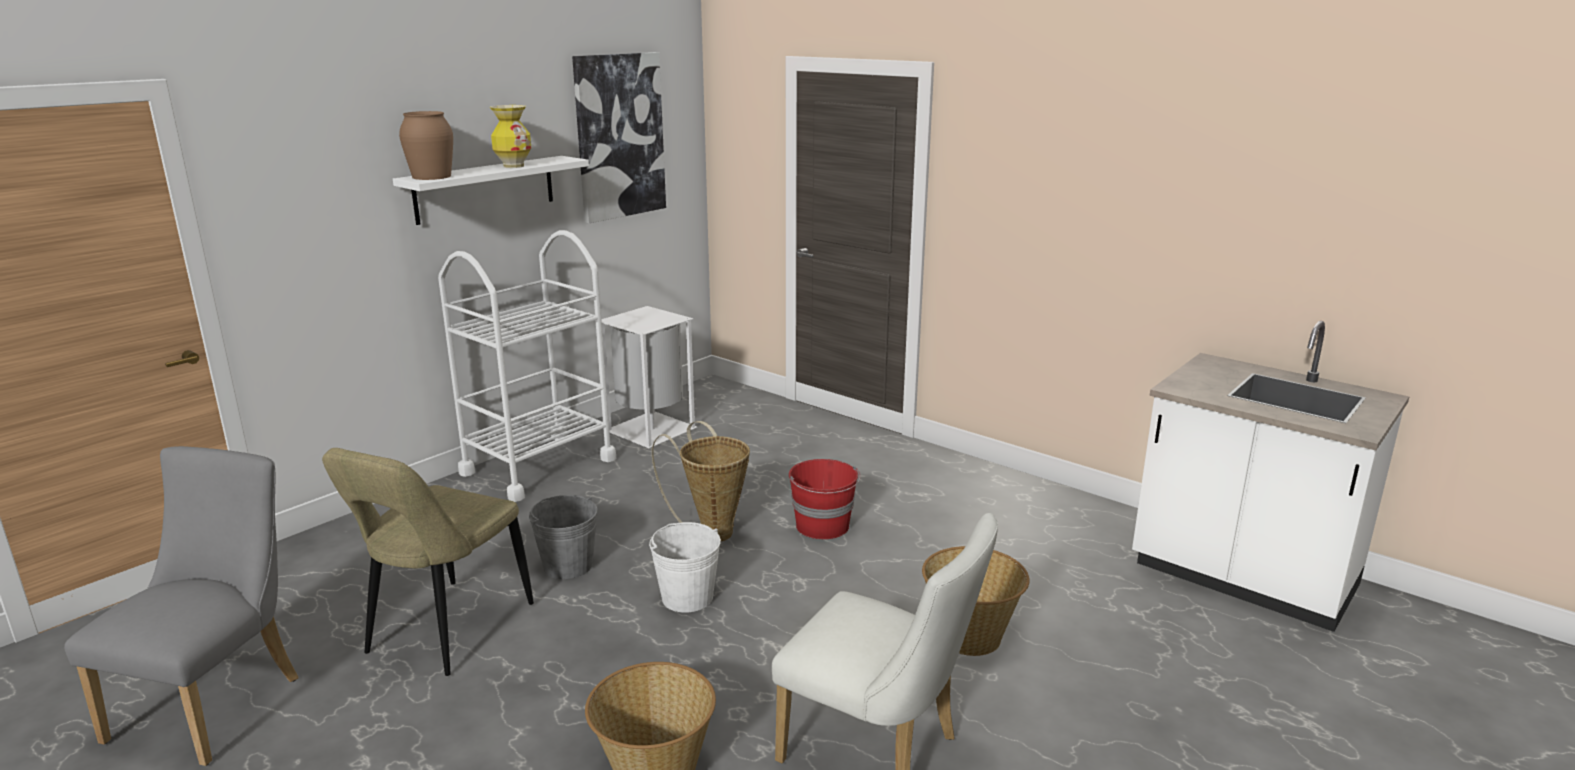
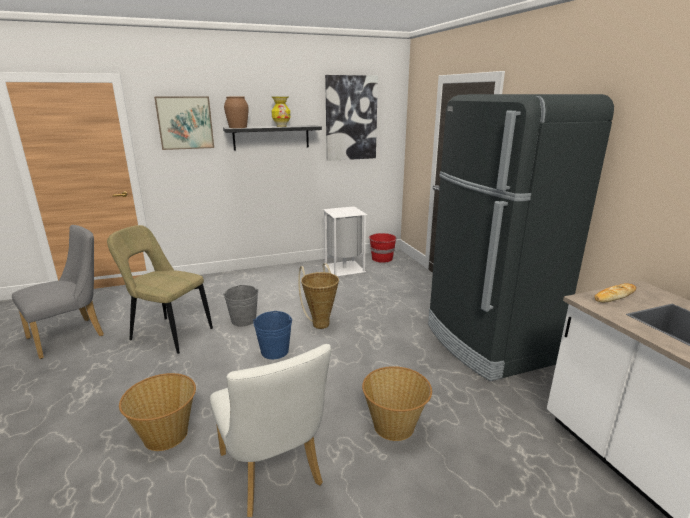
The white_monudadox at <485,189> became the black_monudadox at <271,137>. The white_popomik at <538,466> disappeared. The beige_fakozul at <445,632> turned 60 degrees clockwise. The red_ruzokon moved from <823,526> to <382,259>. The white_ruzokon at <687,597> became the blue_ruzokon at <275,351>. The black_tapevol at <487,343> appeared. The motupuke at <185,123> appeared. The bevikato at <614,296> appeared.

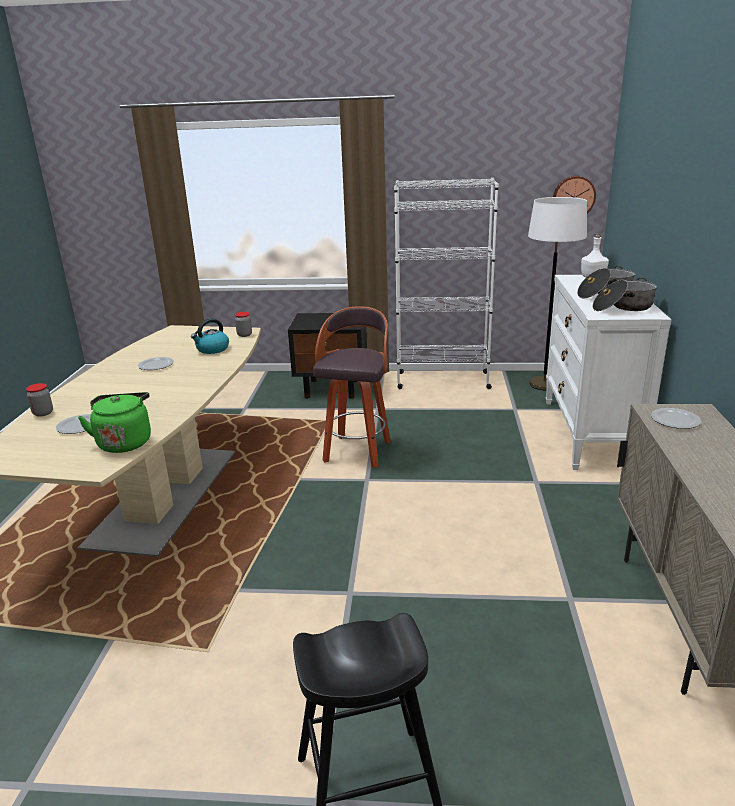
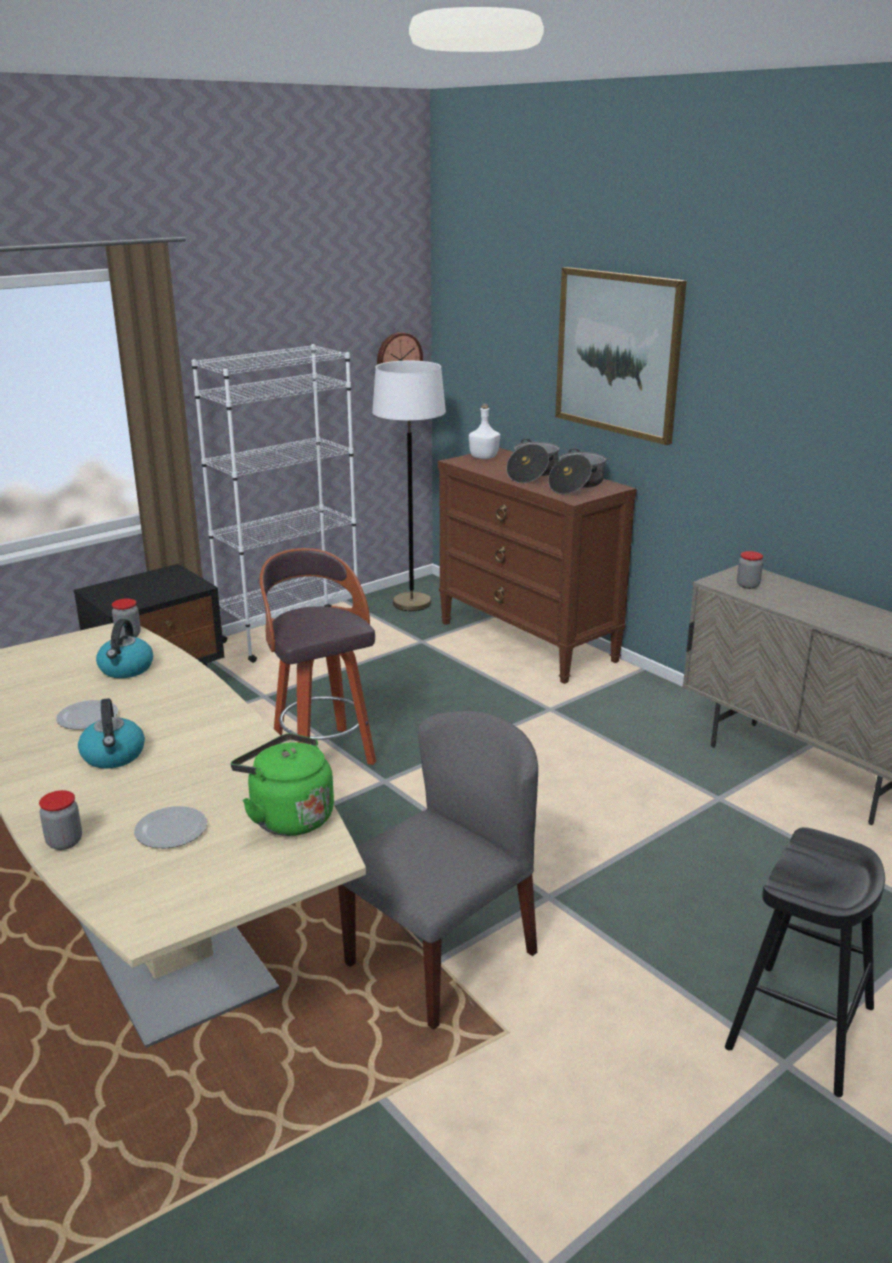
The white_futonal at <590,433> became the brown_futonal at <528,641>. The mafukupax at <676,421> was replaced by the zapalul at <747,585>. The motupuke at <618,353> appeared. The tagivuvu at <114,756> appeared. The grey_fakozul at <442,957> appeared.

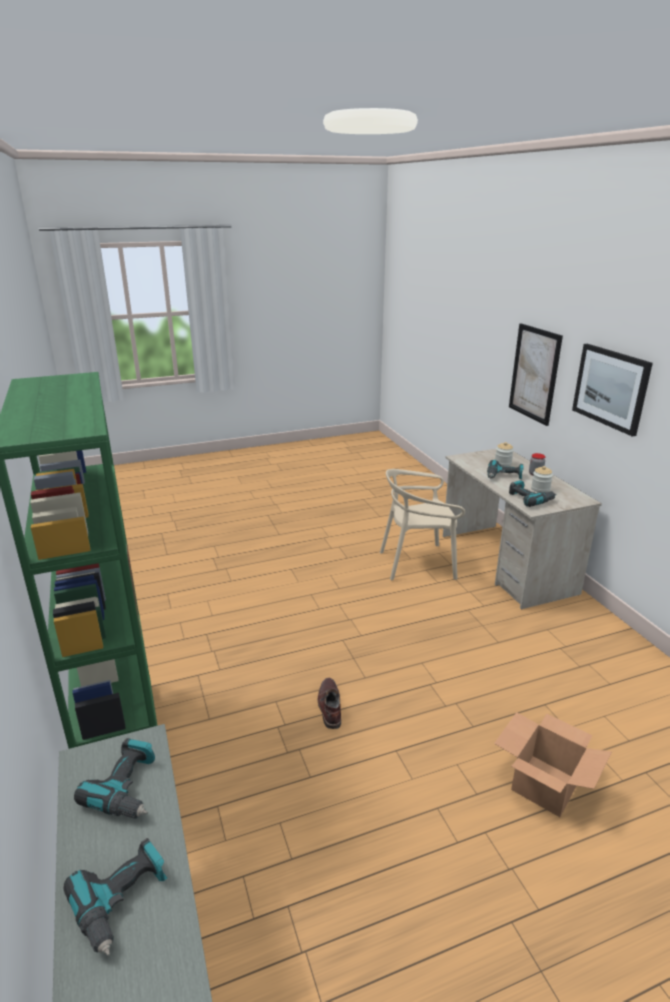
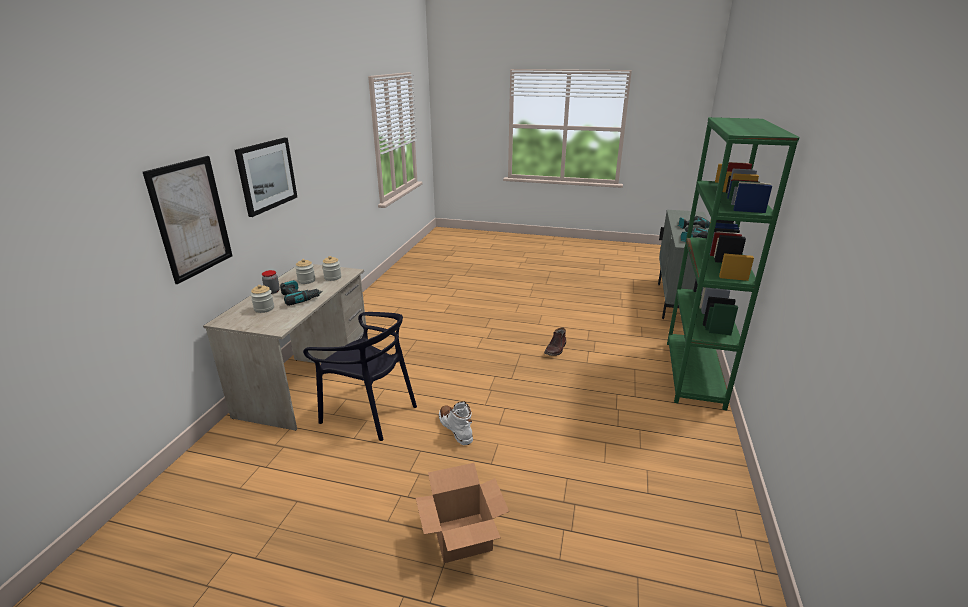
The beige_fakozul at <417,563> became the black_fakozul at <369,412>. The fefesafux at <530,499> was replaced by the zapalul at <332,277>. The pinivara moved from <545,786> to <463,536>. The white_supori at <456,429> appeared.

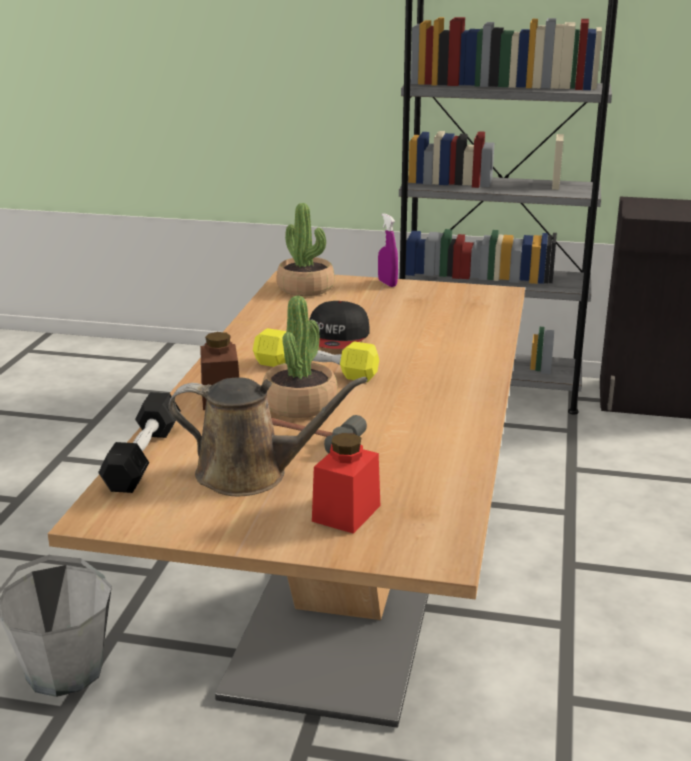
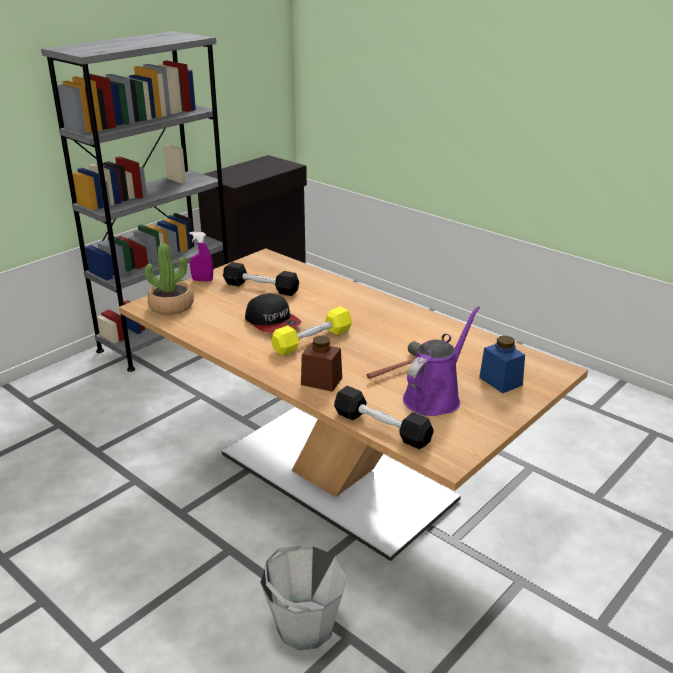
The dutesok at <300,404> disappeared. The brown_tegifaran at <251,474> became the purple_tegifaran at <435,397>. The red_zapalul at <346,513> became the blue_zapalul at <500,381>. The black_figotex at <261,287> appeared.

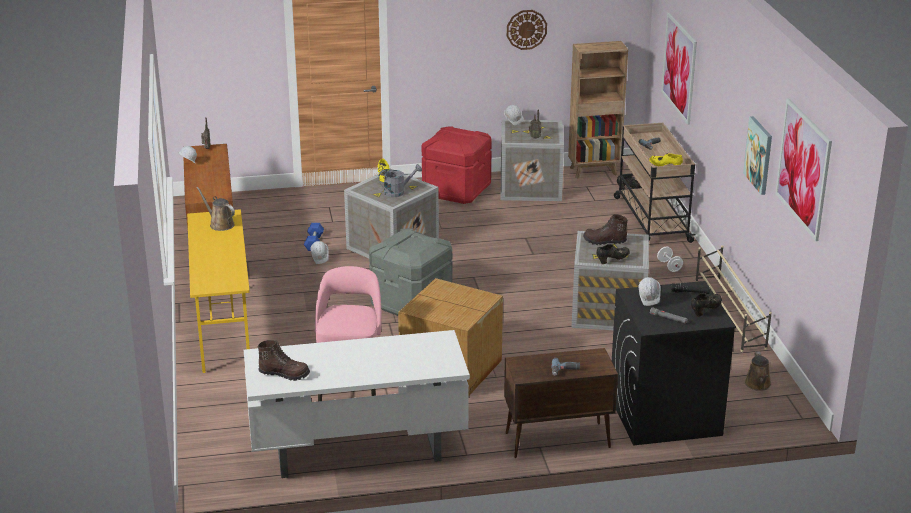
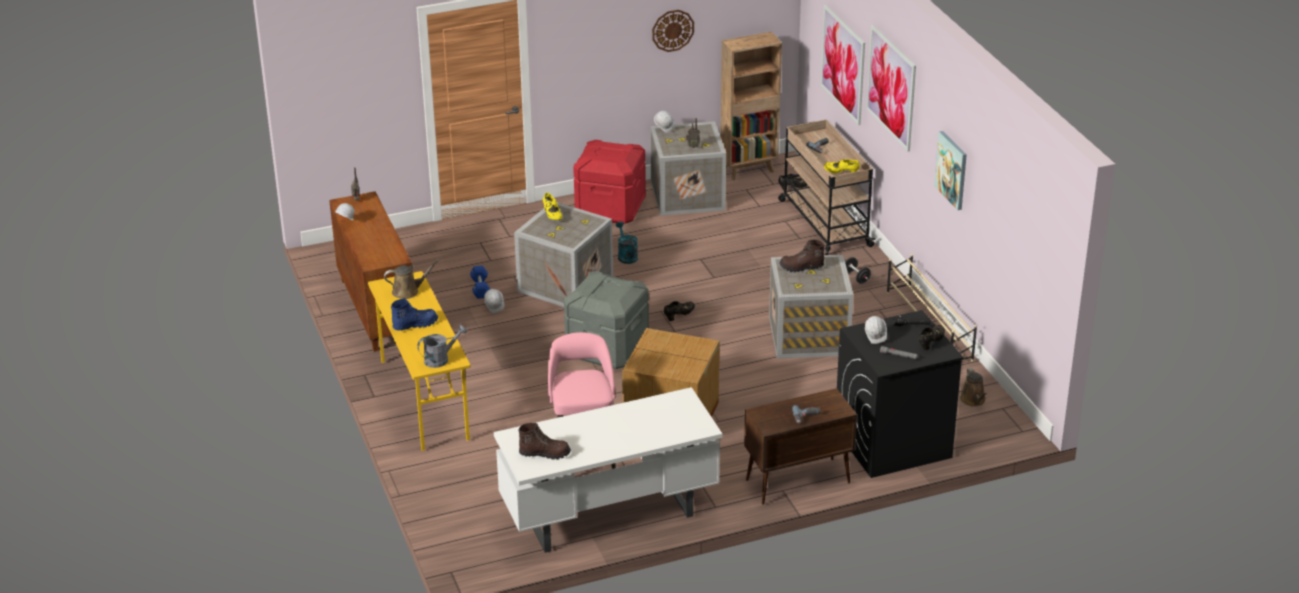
The motupuke moved from <803,168> to <891,87>. The grey_tegifaran moved from <398,192> to <440,359>. The brown_tegifaran at <220,224> turned 135 degrees clockwise. The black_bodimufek moved from <612,260> to <679,315>. The white_figotex at <669,266> became the black_figotex at <856,277>. The turquoise_tegifaran at <626,256> appeared. The blue_supori at <415,324> appeared.

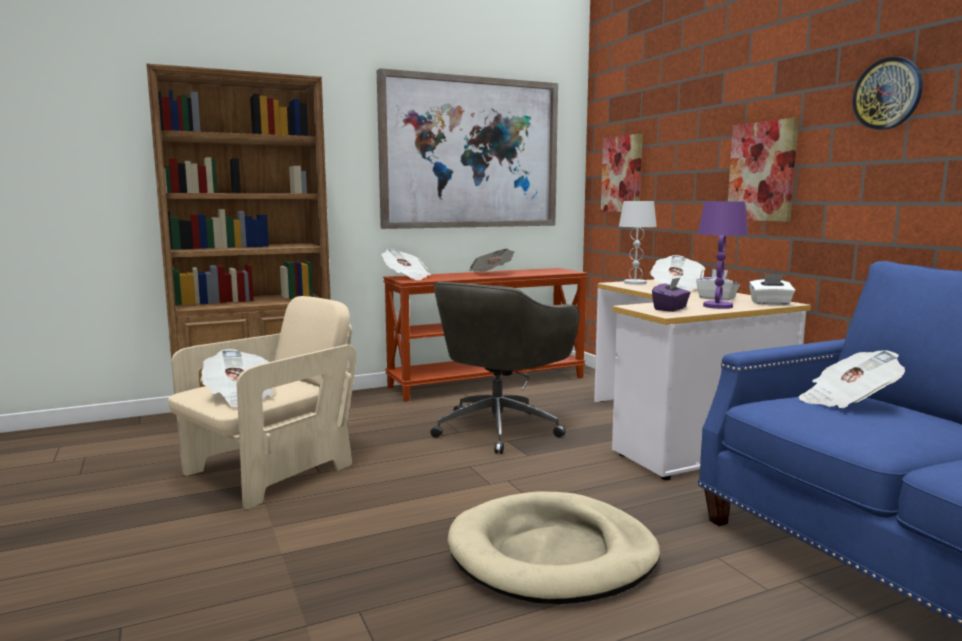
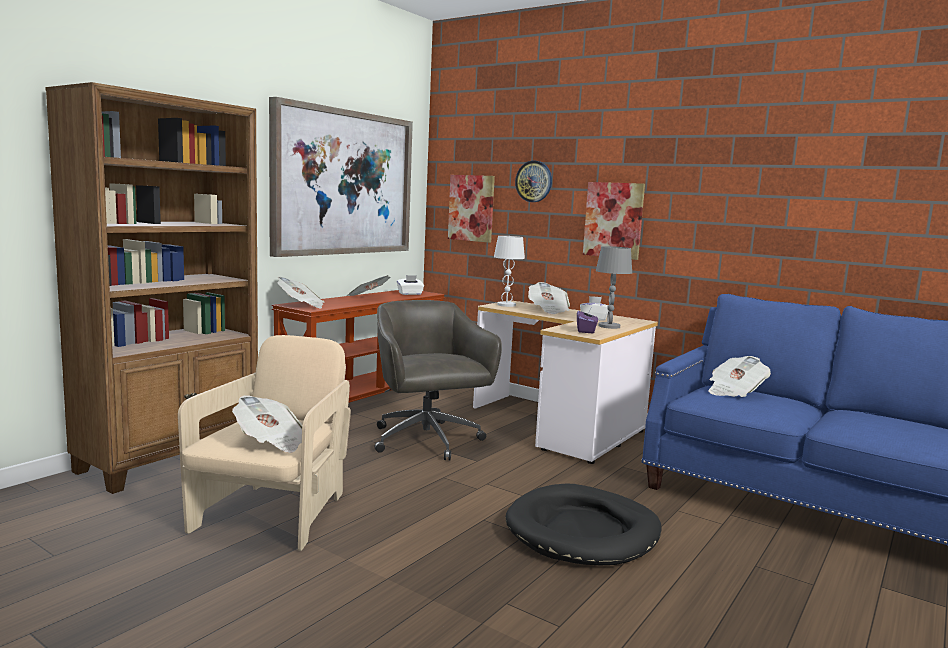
The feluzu moved from <887,94> to <534,181>. The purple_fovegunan at <718,306> became the grey_fovegunan at <609,326>. The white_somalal moved from <770,303> to <410,294>. The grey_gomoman at <500,428> turned 150 degrees clockwise. The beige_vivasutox at <552,554> became the black_vivasutox at <583,531>.

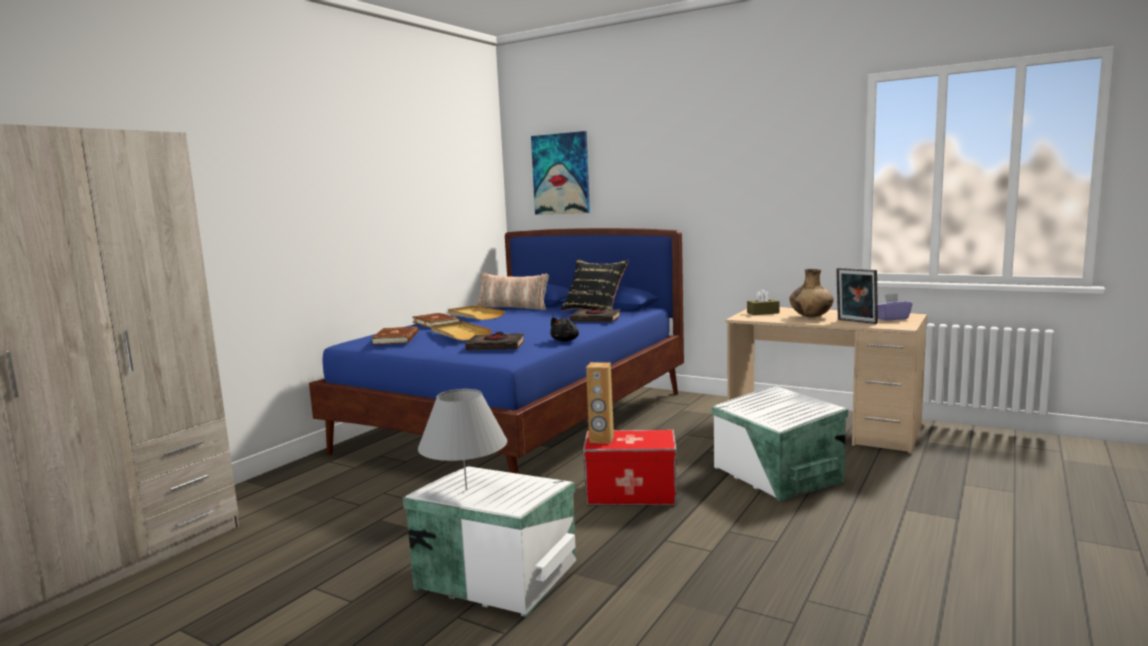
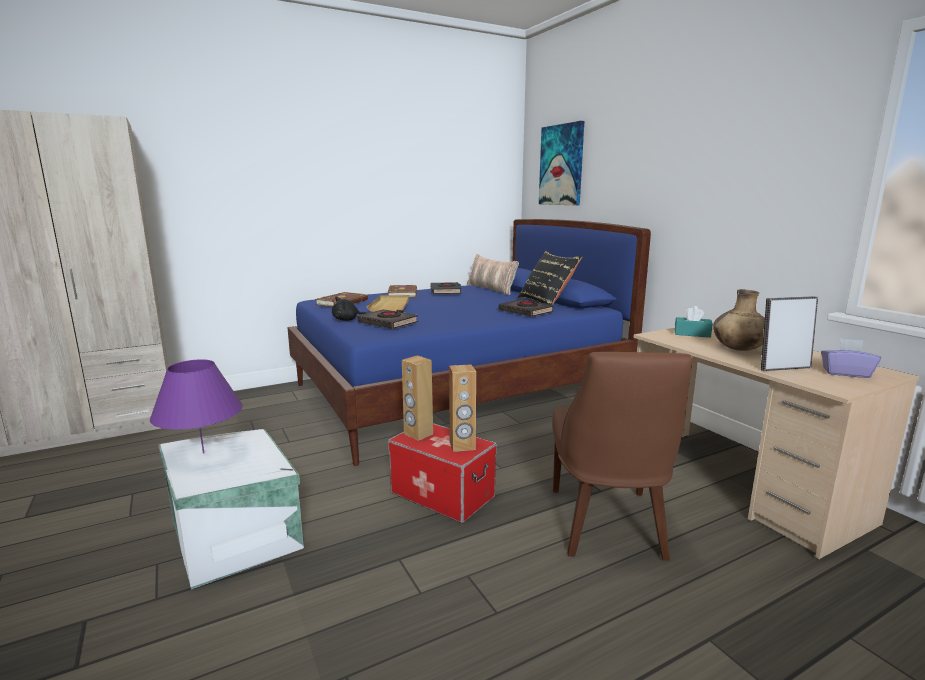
The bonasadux at <856,322> turned 90 degrees clockwise. The brown_somalal at <763,313> became the turquoise_somalal at <692,334>. The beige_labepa at <475,315> was replaced by the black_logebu at <445,291>. The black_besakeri moved from <566,340> to <347,320>. The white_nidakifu at <776,475> was replaced by the brown_fakozul at <607,526>. The grey_fovegunan at <466,489> became the purple_fovegunan at <203,453>. The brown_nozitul at <462,446> appeared.

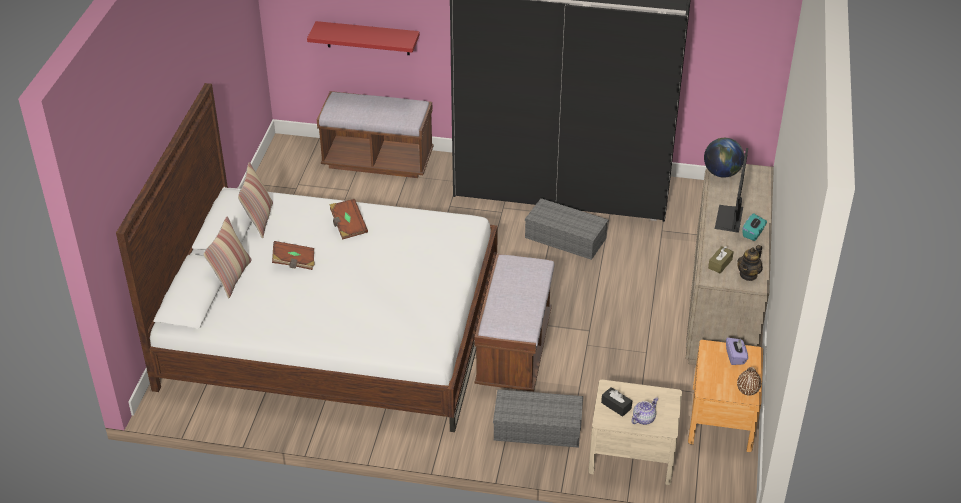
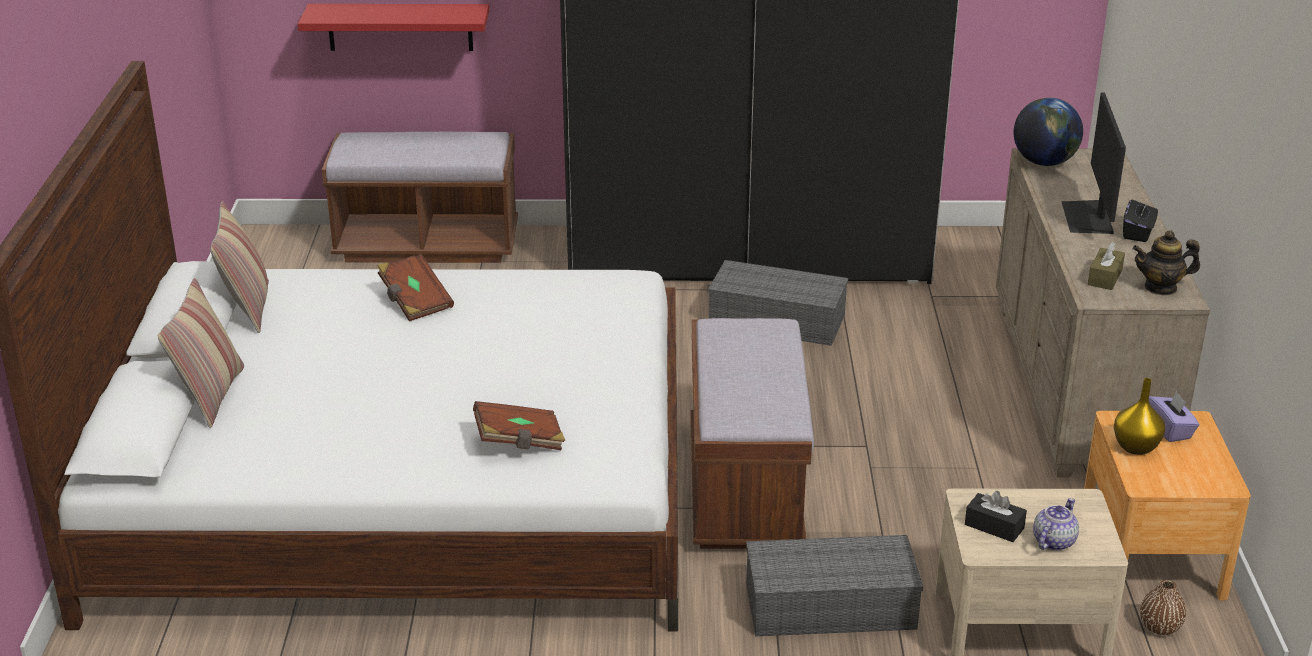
The turquoise_somalal at <753,233> became the black_somalal at <1138,233>. The brown_logebu moved from <294,262> to <519,441>. The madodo at <748,275> turned 60 degrees clockwise. The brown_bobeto moved from <747,390> to <1159,627>. The yellow_bobeto at <1134,447> appeared.

